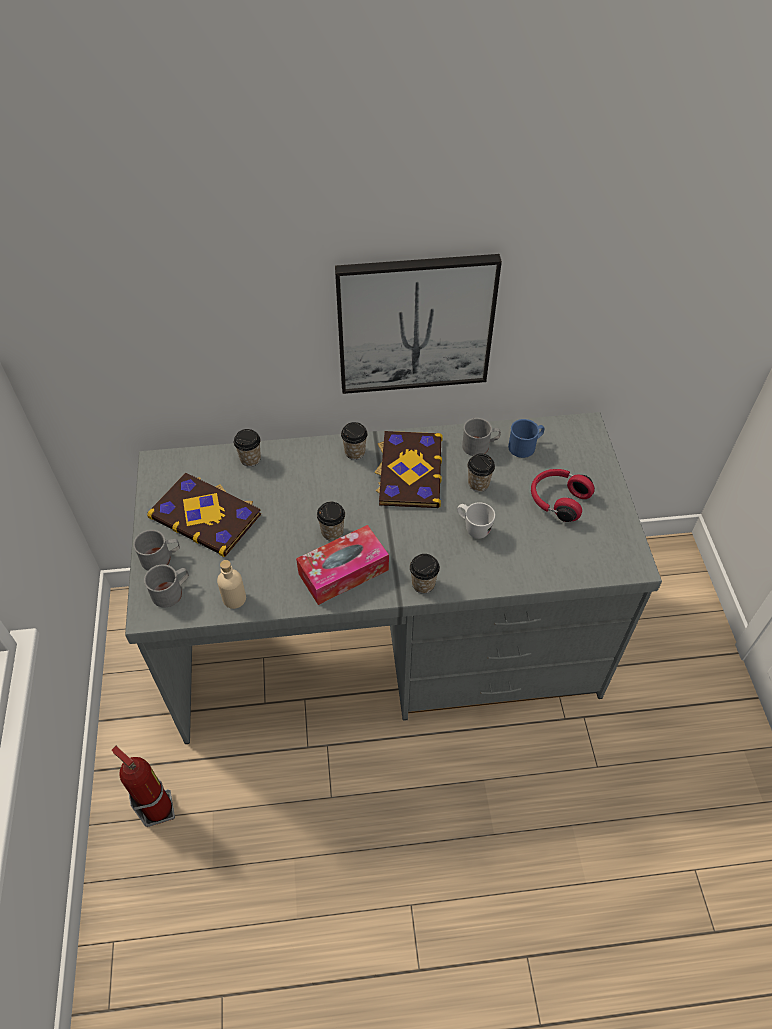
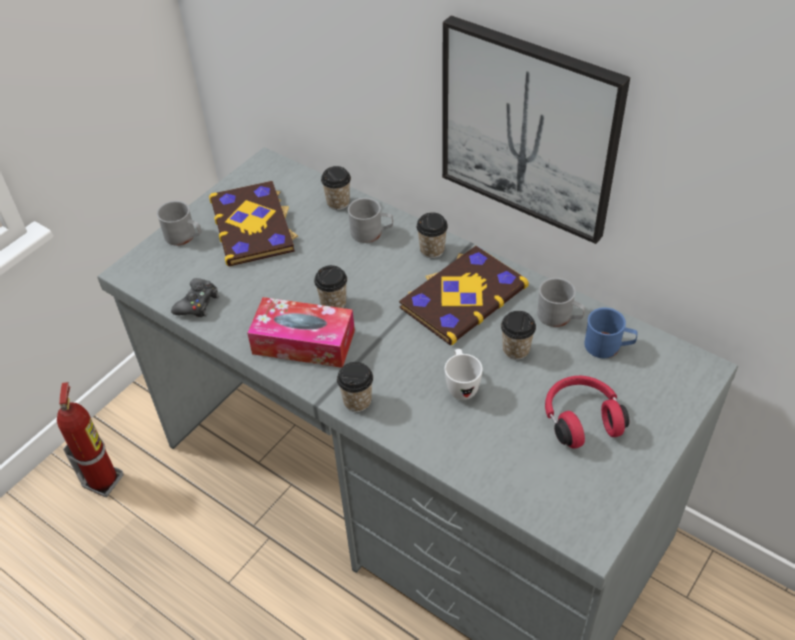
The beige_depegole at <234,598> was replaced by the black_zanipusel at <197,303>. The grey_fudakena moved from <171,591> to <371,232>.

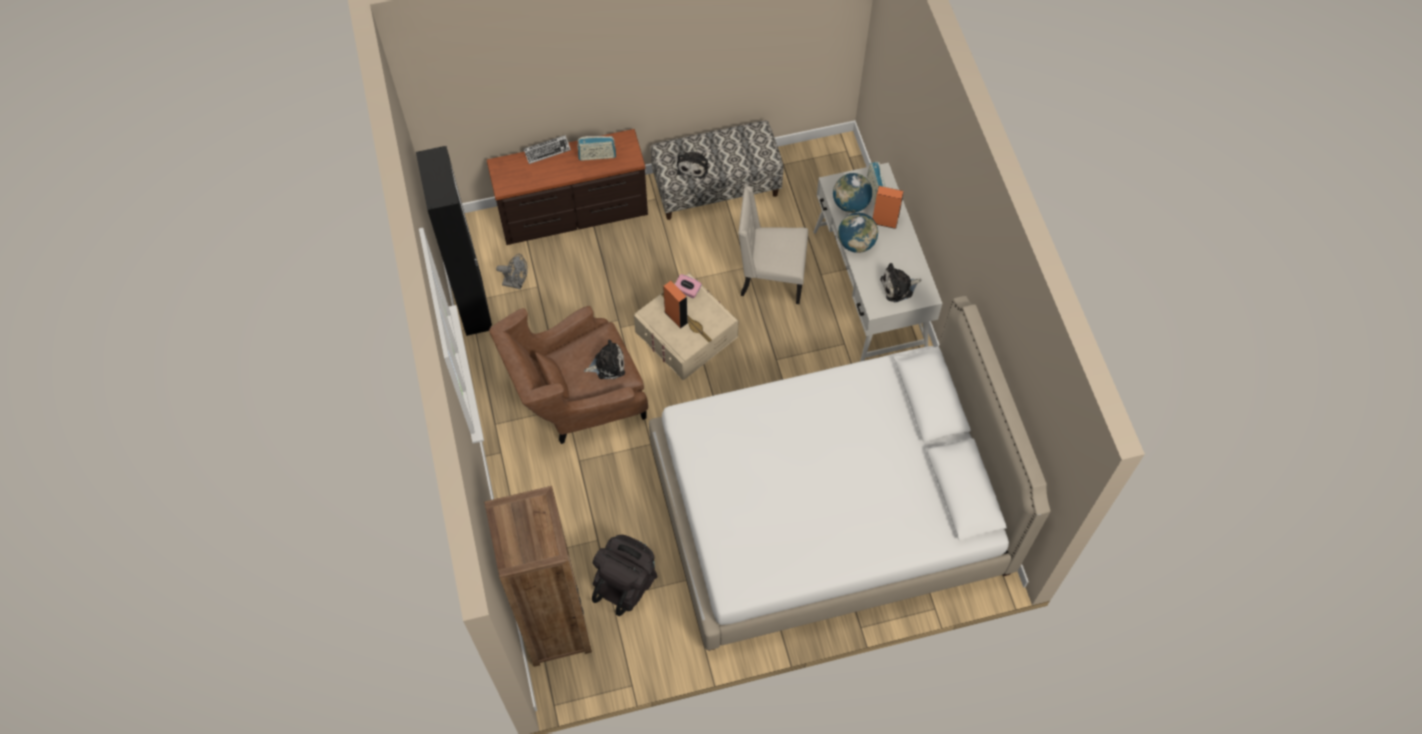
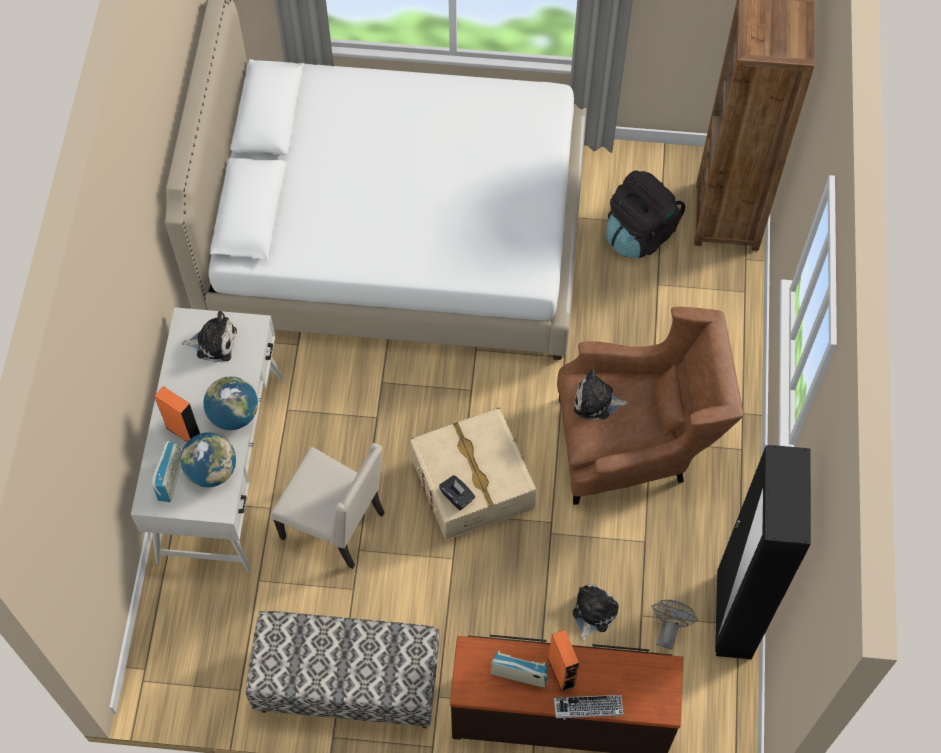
The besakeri moved from <693,165> to <593,613>. The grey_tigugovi at <516,283> turned 75 degrees clockwise. The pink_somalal at <687,290> became the black_somalal at <457,497>. The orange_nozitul moved from <676,317> to <561,672>.

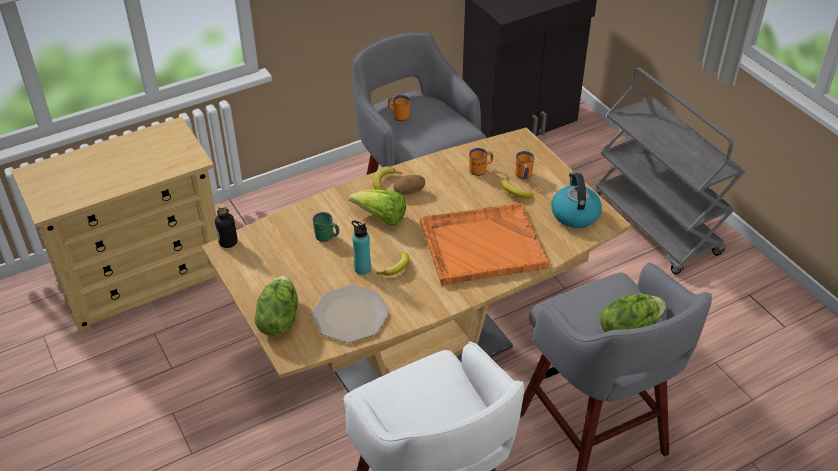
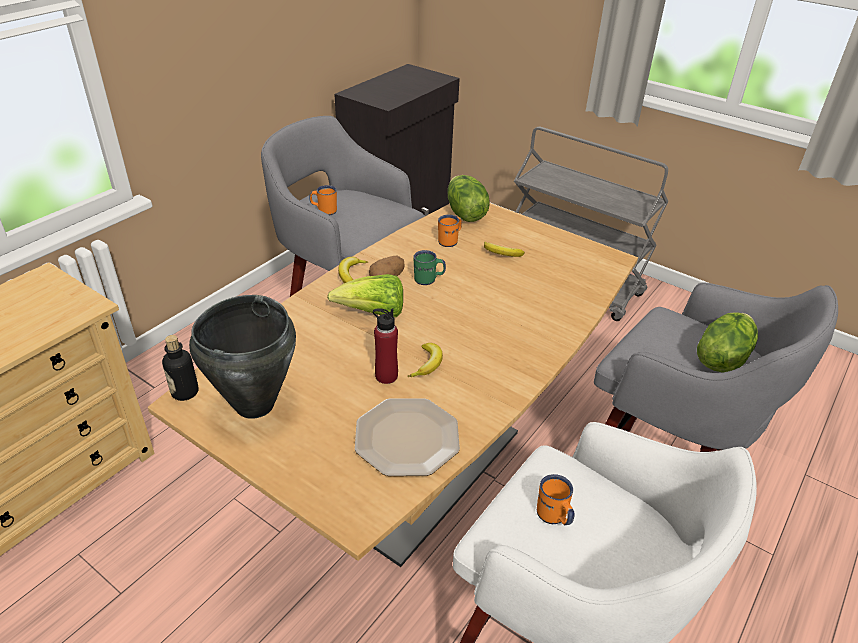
The orange_fudakena moved from <523,176> to <554,517>. The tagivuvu at <574,214> disappeared. The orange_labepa at <481,245> disappeared. The green_fudakena moved from <327,237> to <428,280>. The turquoise_depegole at <362,268> became the red_depegole at <386,376>. The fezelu moved from <278,319> to <464,214>. The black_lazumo at <253,405> appeared.

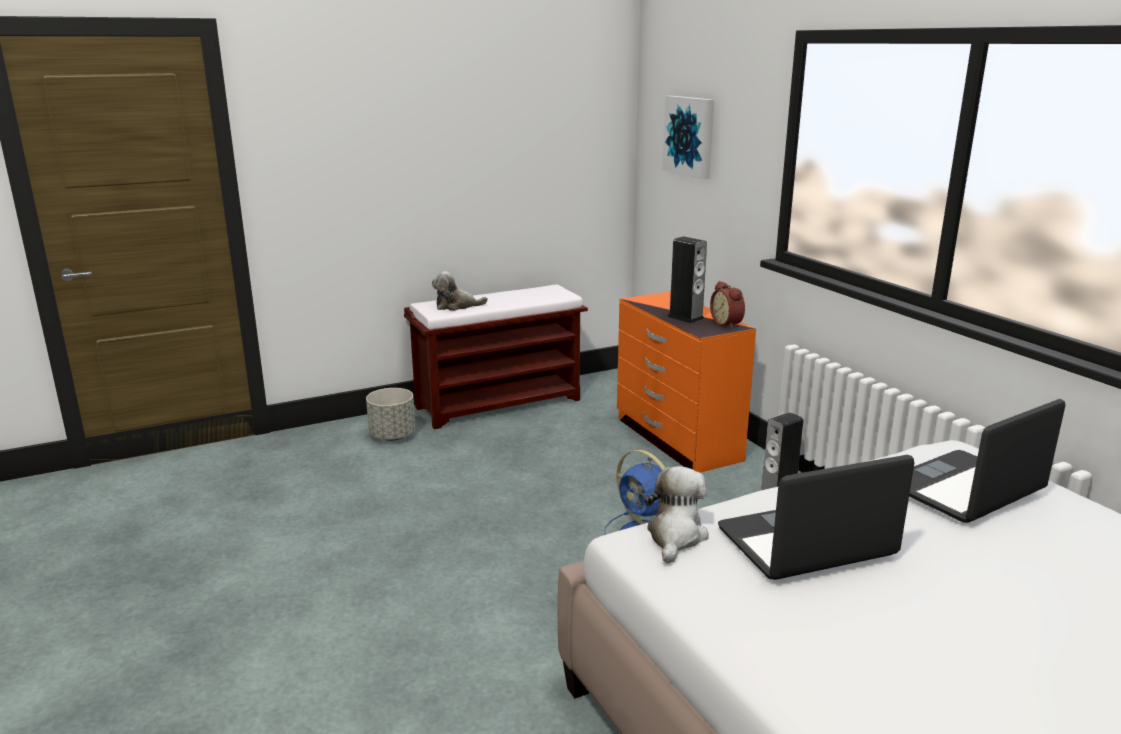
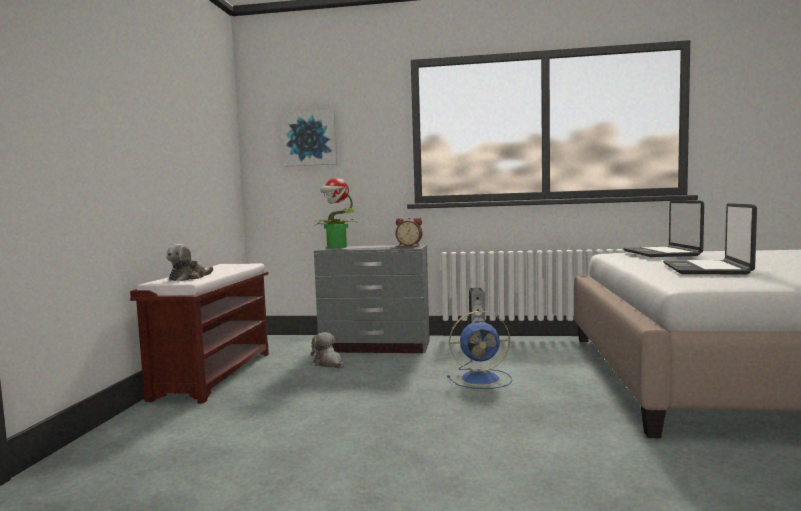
The nozitul at <685,317> disappeared. The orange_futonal at <676,440> became the grey_futonal at <376,347>. The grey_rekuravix at <392,436> disappeared. The besakeri moved from <675,536> to <329,364>. The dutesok at <336,247> appeared.

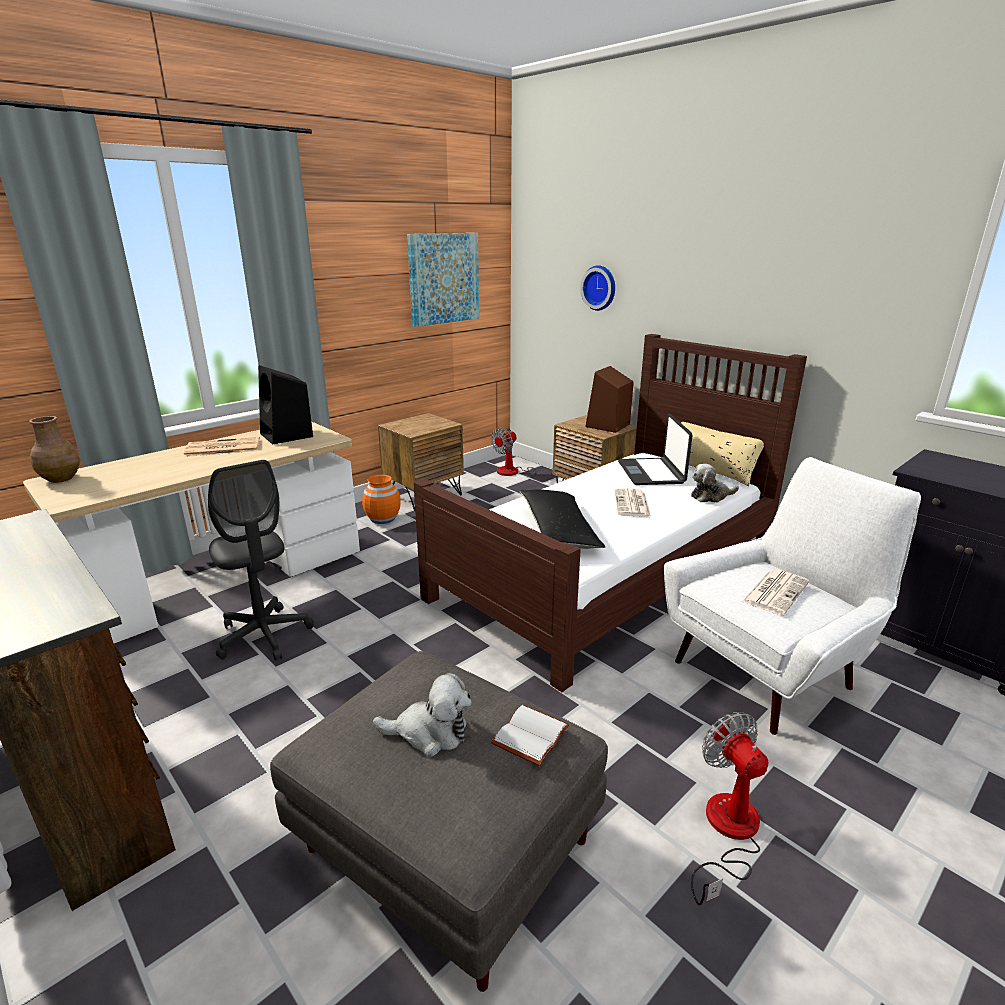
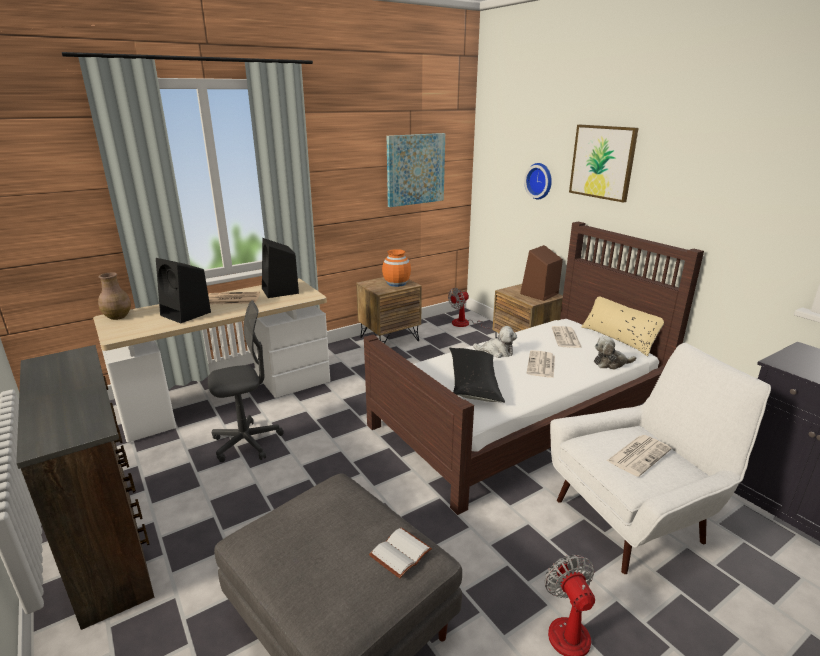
The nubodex at <651,473> was replaced by the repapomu at <566,338>. The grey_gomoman at <264,635> turned 90 degrees counterclockwise. The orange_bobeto moved from <383,518> to <396,283>. The besakeri moved from <429,732> to <497,352>. The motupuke at <602,162> appeared. The black_nozitul at <187,314> appeared.

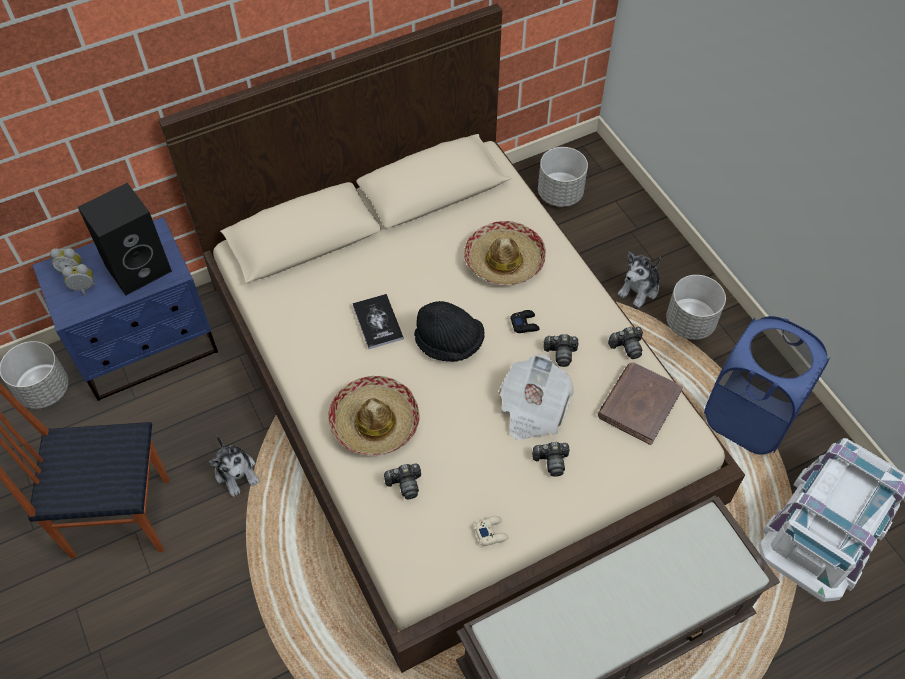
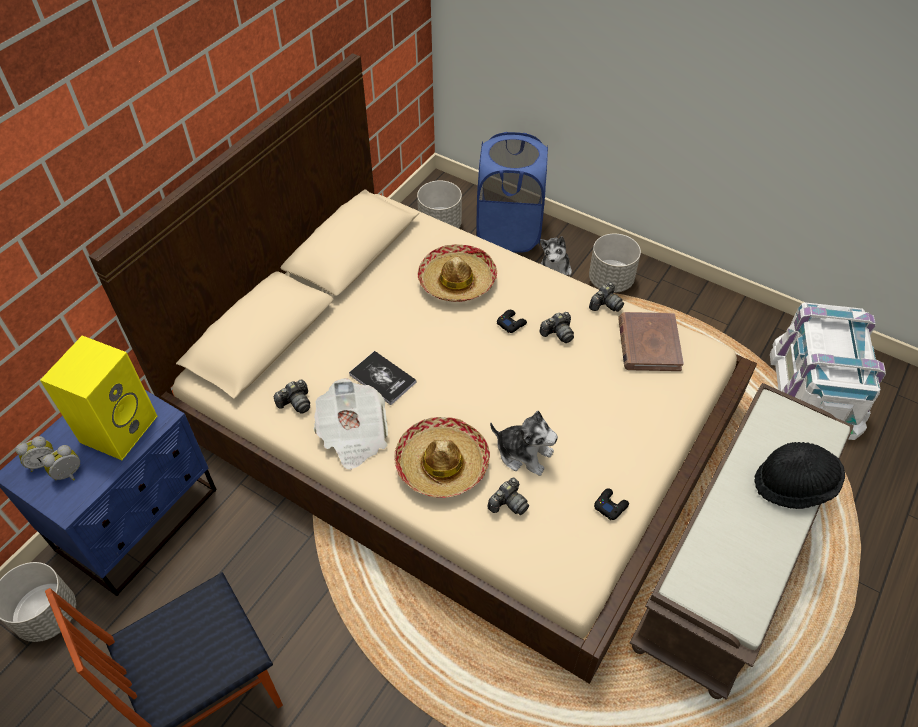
The black_nozitul at <139,267> became the yellow_nozitul at <119,427>. The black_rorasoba moved from <449,343> to <794,485>. The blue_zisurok moved from <749,417> to <509,232>. The repapomu moved from <532,409> to <353,436>. The besakeri moved from <236,472> to <523,453>. The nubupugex moved from <551,461> to <295,403>. The beige_zanipusel at <491,532> became the black_zanipusel at <610,506>.

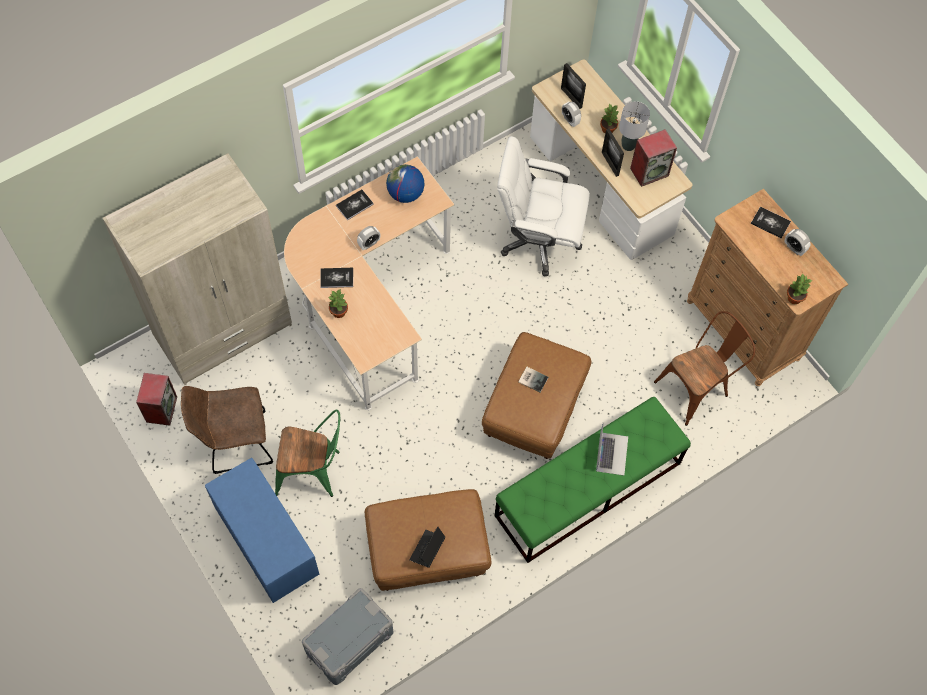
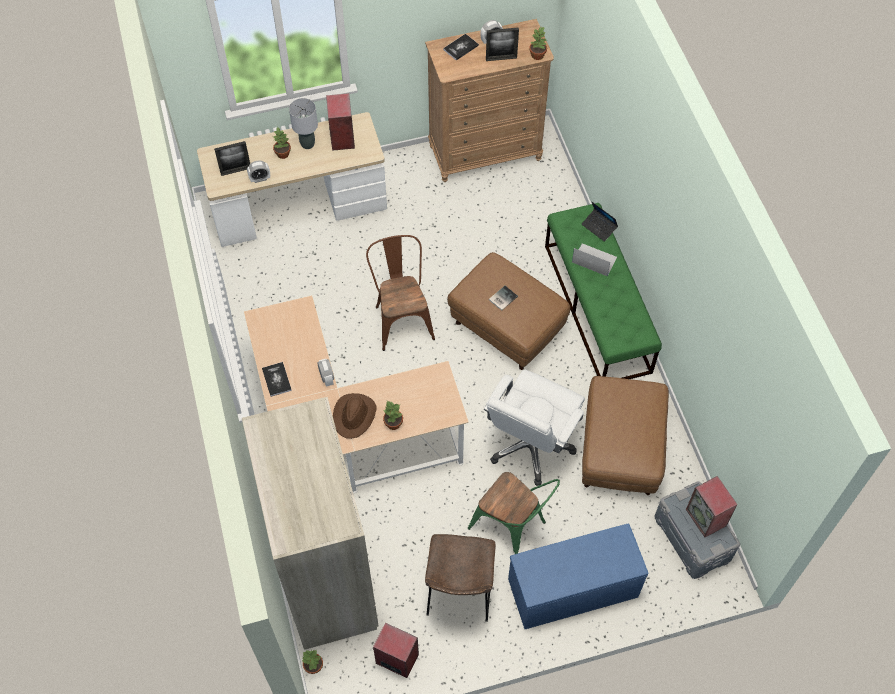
The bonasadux moved from <610,164> to <501,58>. The white_gomoman moved from <538,240> to <531,446>. The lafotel at <405,194> disappeared. The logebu at <336,278> was replaced by the brown_rorasoba at <354,416>. The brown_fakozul moved from <697,387> to <402,318>. The green_fakozul at <314,471> turned 105 degrees clockwise. The nubodex moved from <427,550> to <599,227>. The nozitul at <706,518> appeared. The dutesok at <313,666> appeared.

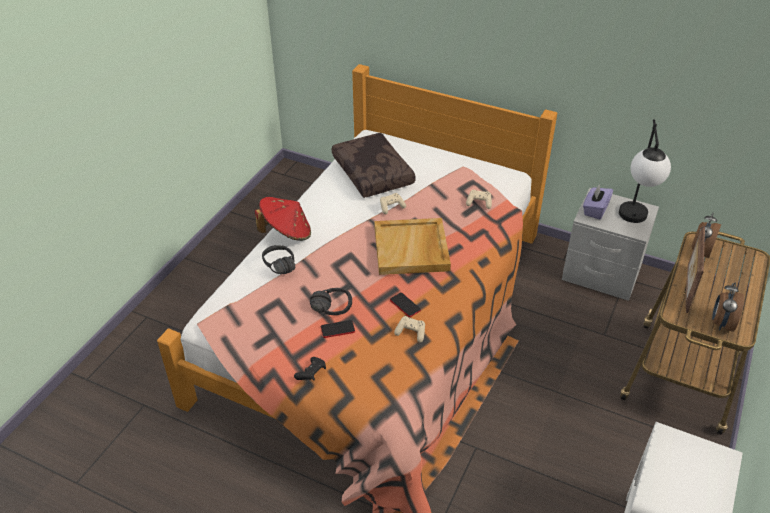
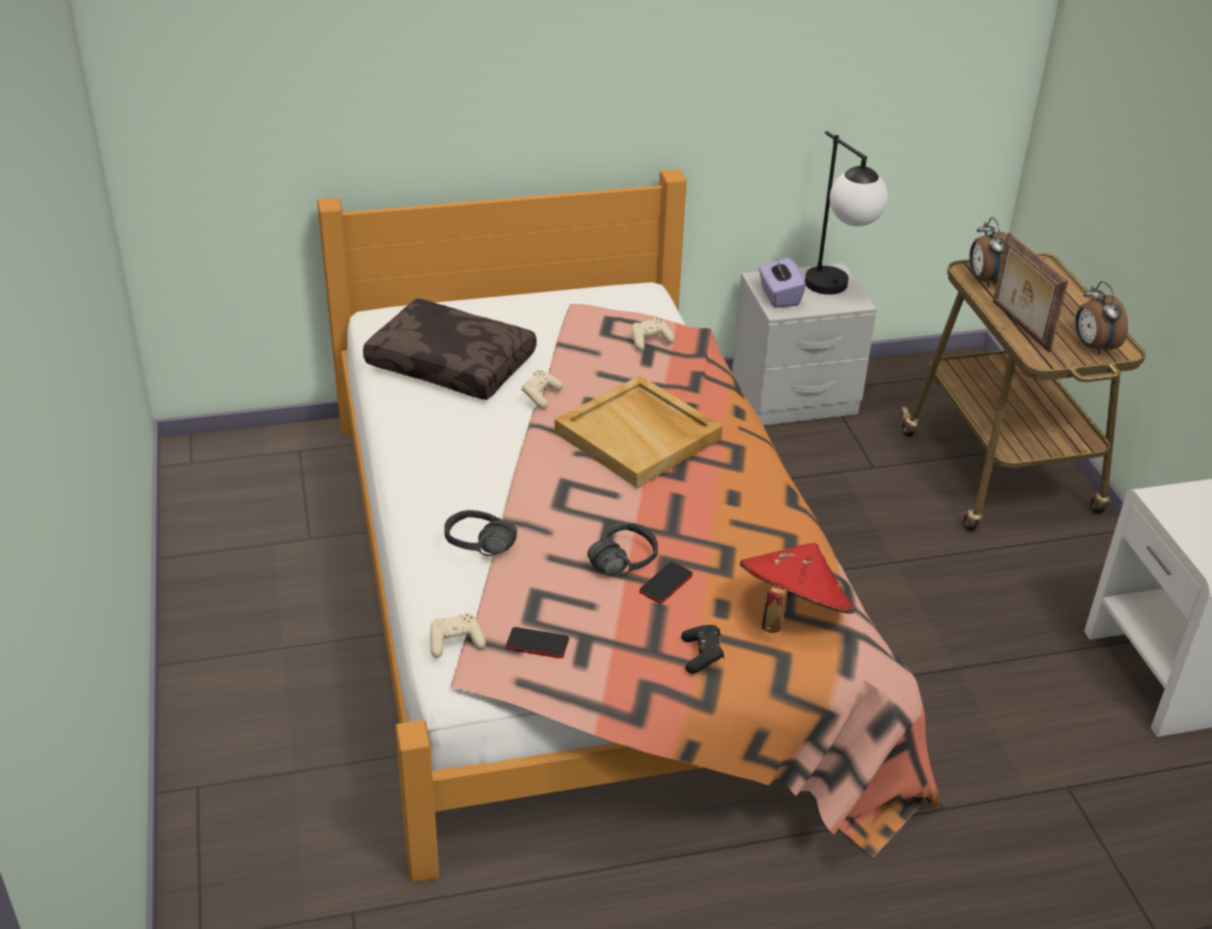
The red_rorasoba moved from <286,233> to <791,614>. The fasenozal moved from <405,305> to <537,644>. The beige_zanipusel moved from <411,333> to <455,643>.

